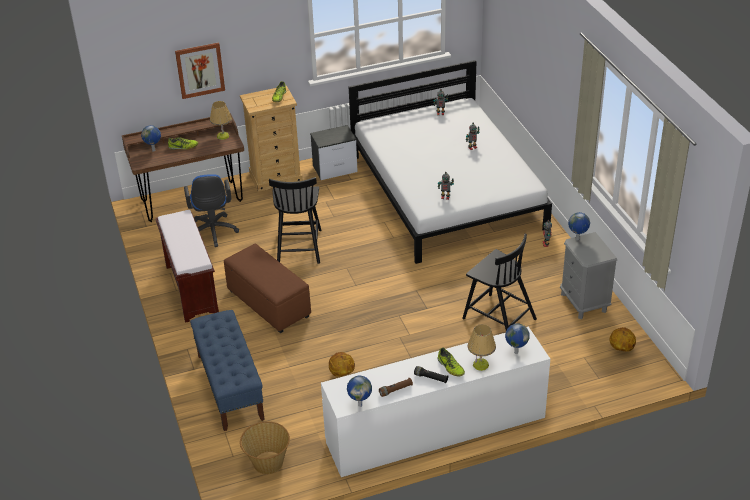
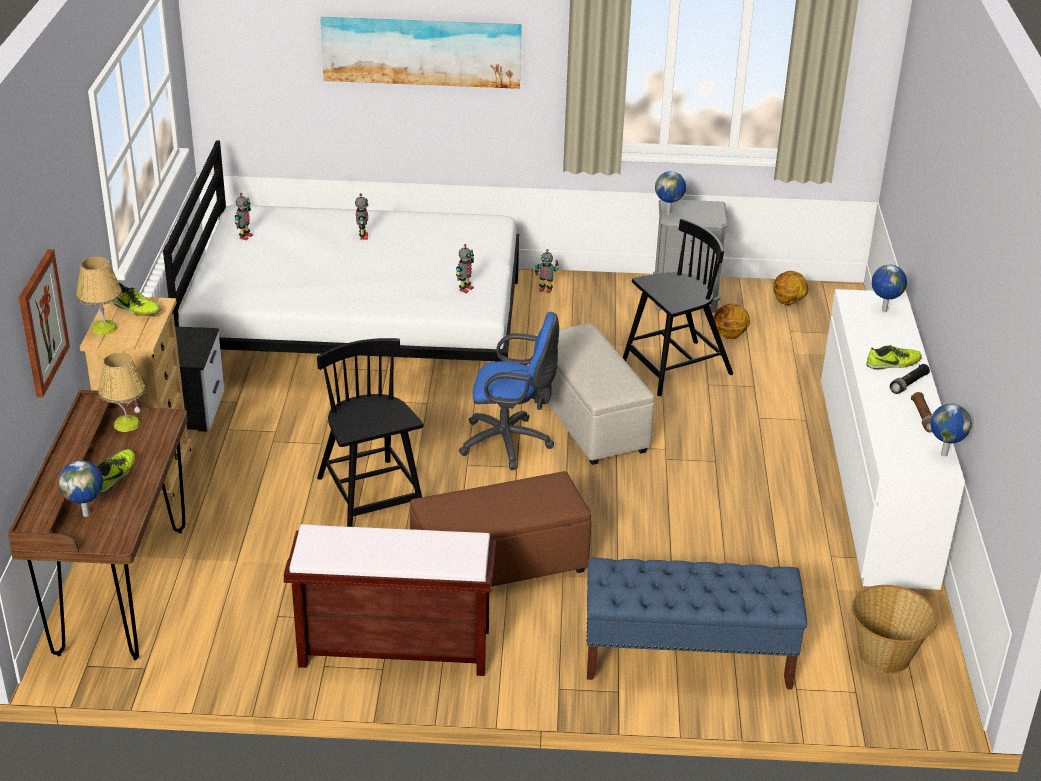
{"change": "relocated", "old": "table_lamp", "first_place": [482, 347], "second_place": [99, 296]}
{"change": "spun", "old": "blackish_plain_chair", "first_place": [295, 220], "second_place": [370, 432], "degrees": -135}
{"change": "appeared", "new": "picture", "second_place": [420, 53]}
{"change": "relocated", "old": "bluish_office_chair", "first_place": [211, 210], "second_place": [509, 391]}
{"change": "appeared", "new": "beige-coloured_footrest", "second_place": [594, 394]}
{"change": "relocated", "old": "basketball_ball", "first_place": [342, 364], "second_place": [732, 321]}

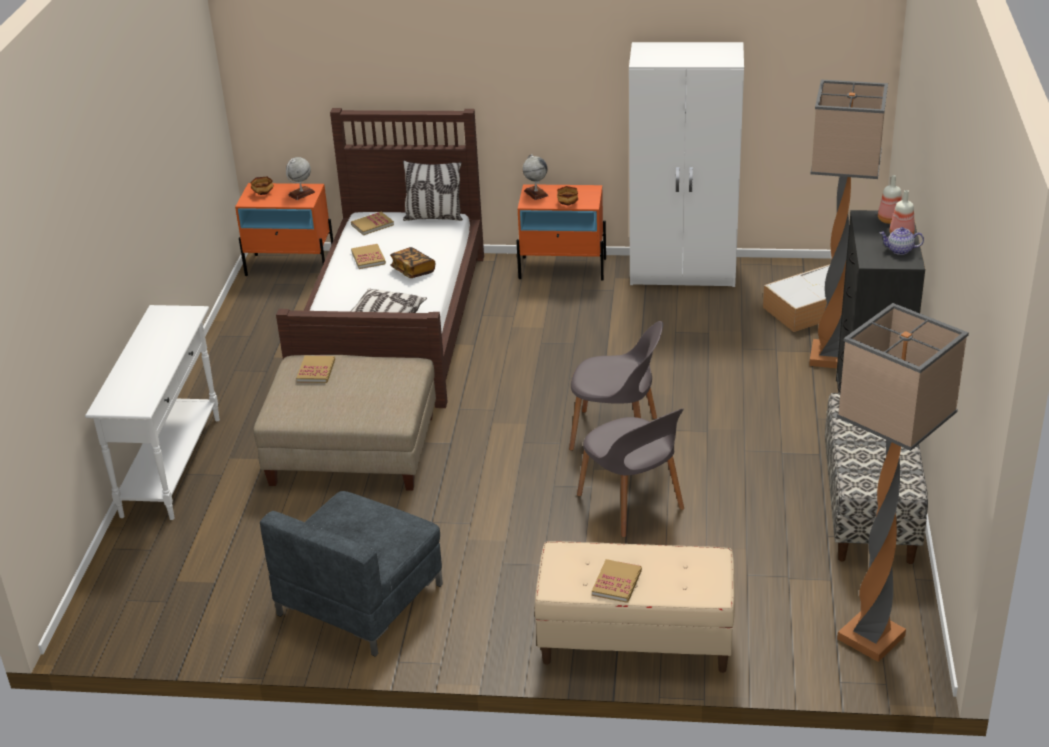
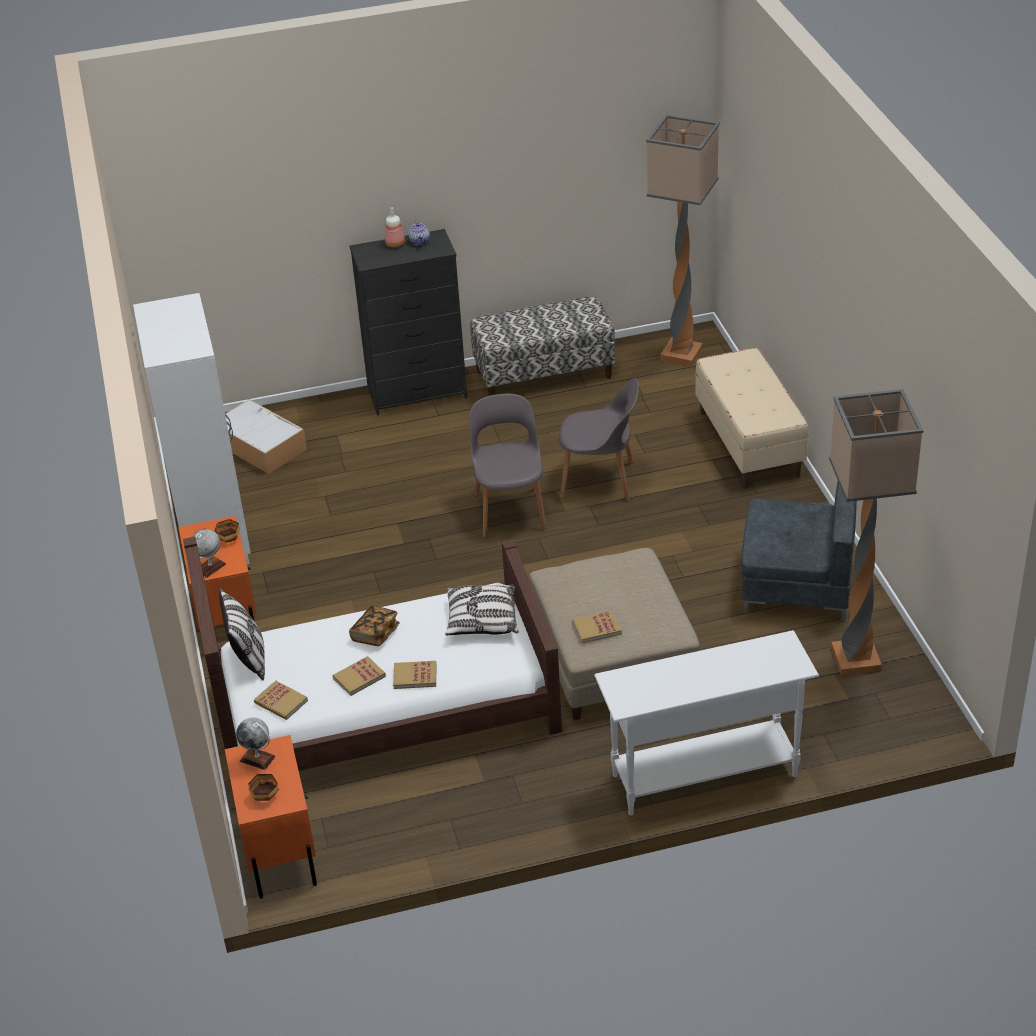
{"change": "relocated", "old": "volume", "first_place": [617, 581], "second_place": [414, 675]}
{"change": "spun", "old": "greyish_plain_chair", "first_place": [630, 472], "second_place": [599, 439], "degrees": 60}
{"change": "relocated", "old": "standing_lamp", "first_place": [848, 223], "second_place": [876, 532]}
{"change": "missing", "old": "bottle", "first_place": [890, 199]}

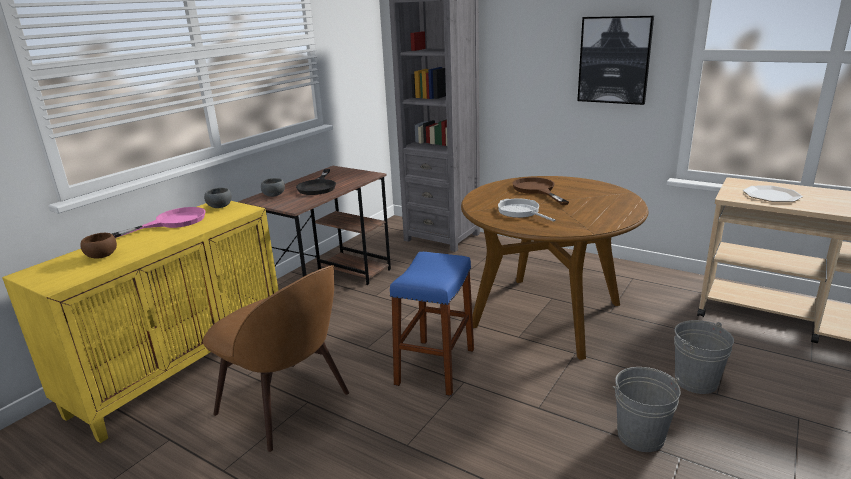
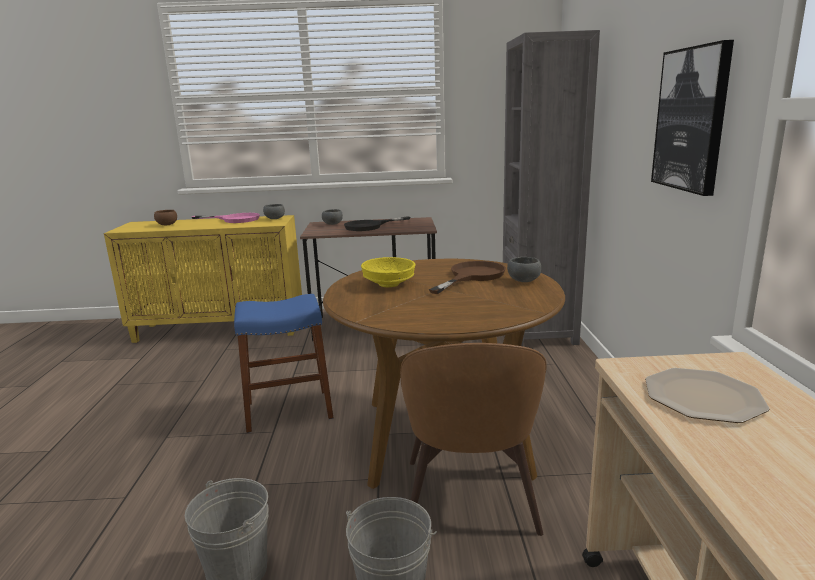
{"change": "exchanged", "old": "frying_pan", "new": "yellow_bowl", "first_place": [527, 210], "second_place": [388, 272]}
{"change": "relocated", "old": "brown-coloured_plain_chair", "first_place": [276, 358], "second_place": [473, 439]}
{"change": "appeared", "new": "greyish_bowl", "second_place": [524, 269]}

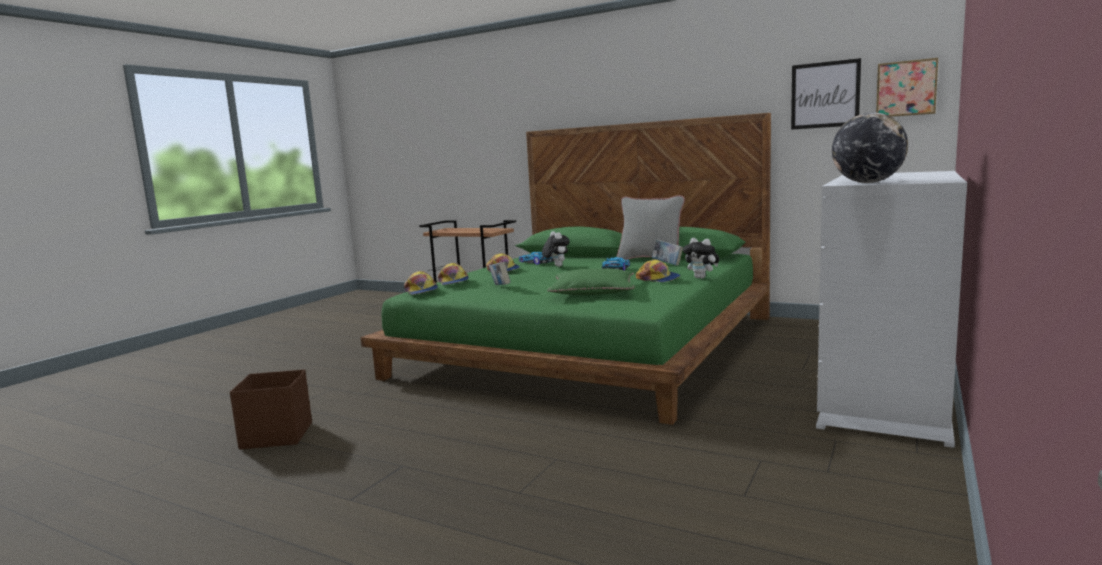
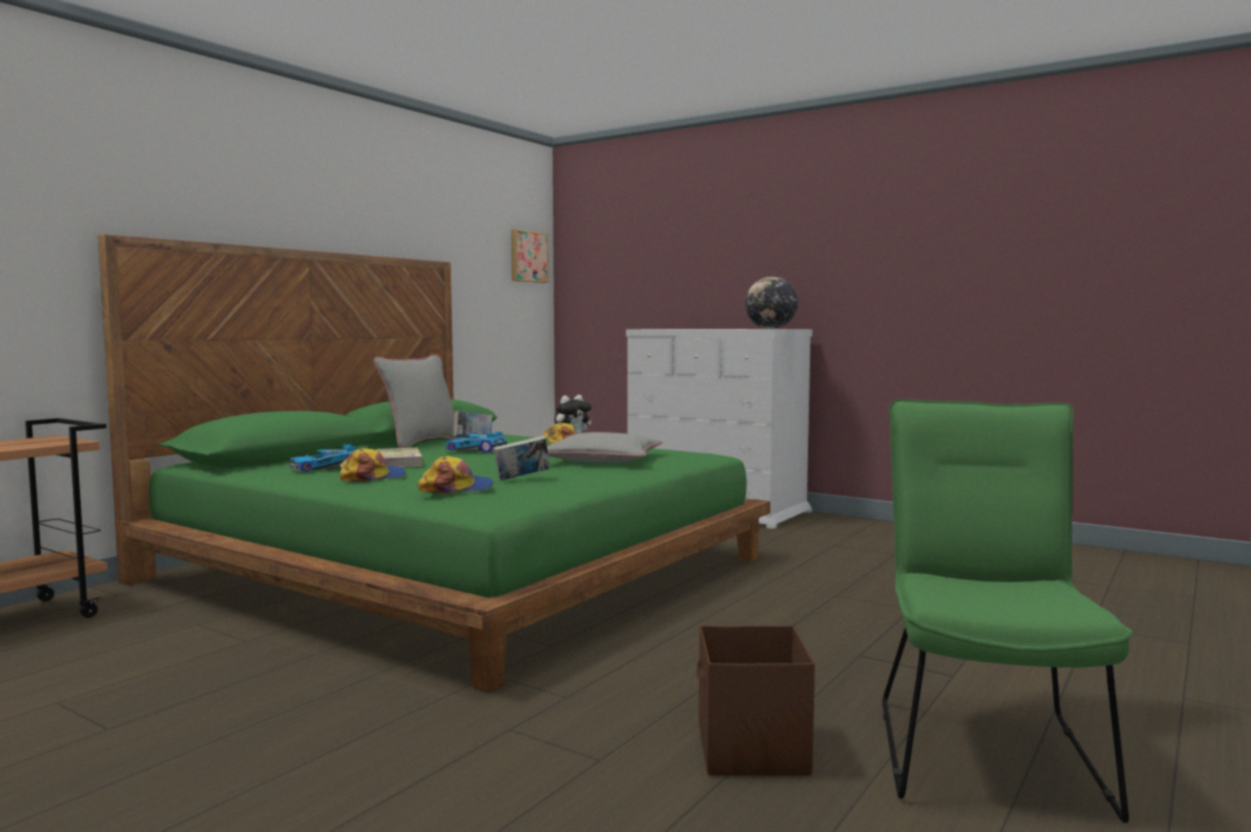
{"change": "exchanged", "old": "soft_toy", "new": "volume", "first_place": [556, 249], "second_place": [398, 457]}
{"change": "colour", "old": "greenish_cushion", "new": "greyish_cushion", "first_place": [591, 281], "second_place": [605, 447]}
{"change": "appeared", "new": "greenish_plain_chair", "second_place": [1007, 611]}
{"change": "missing", "old": "cap", "first_place": [421, 283]}
{"change": "missing", "old": "picture", "first_place": [826, 94]}

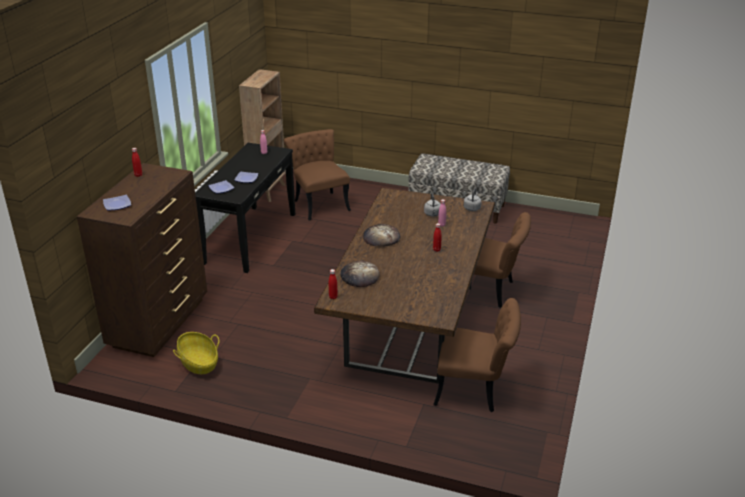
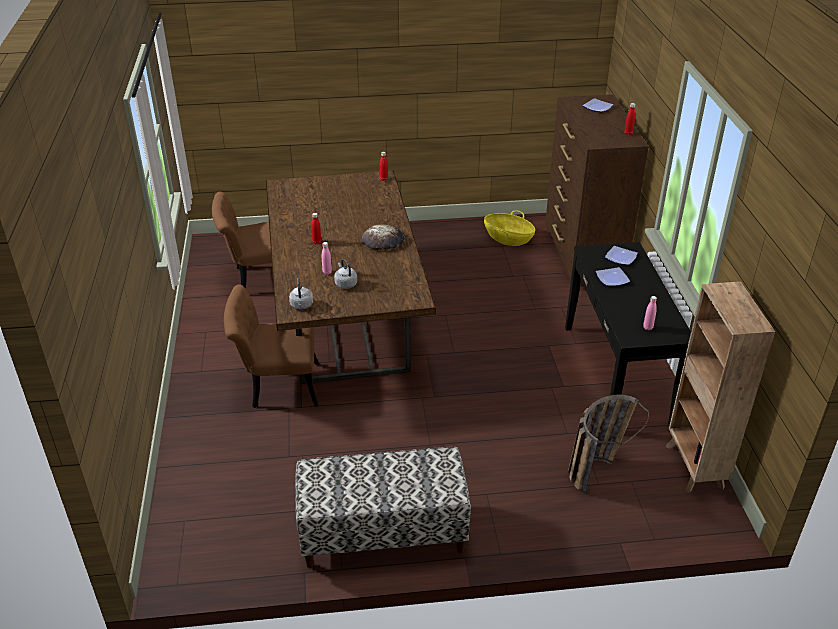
{"change": "exchanged", "old": "brown-coloured_plain_chair", "new": "household_basket", "first_place": [317, 174], "second_place": [608, 444]}
{"change": "missing", "old": "bakery_bread", "first_place": [359, 274]}

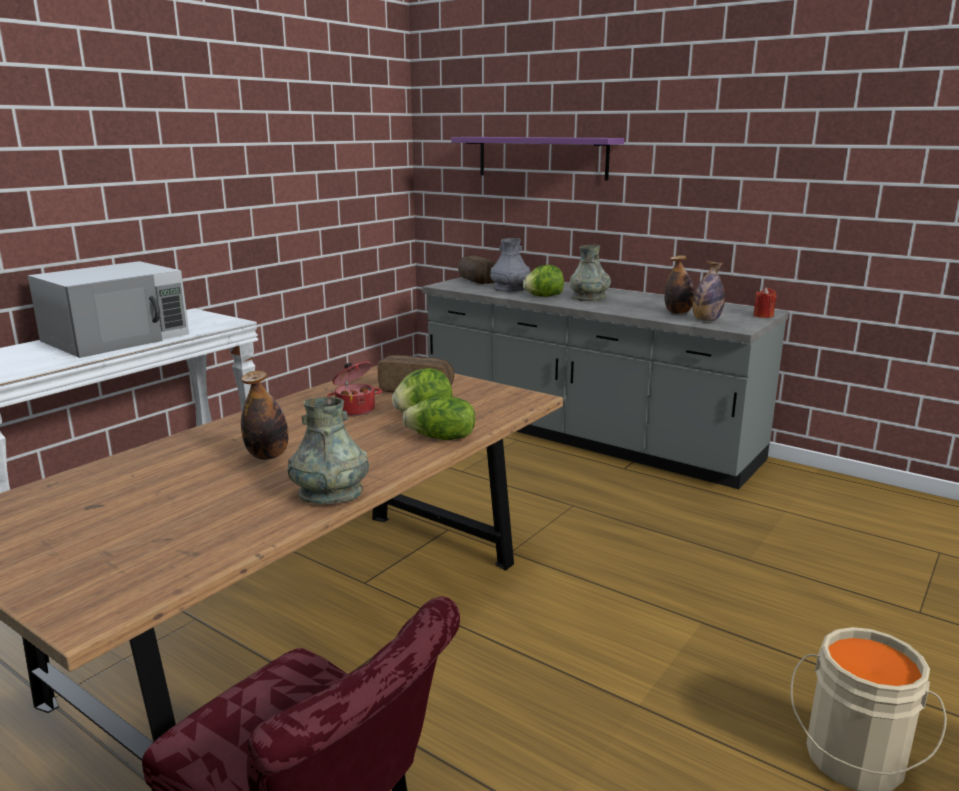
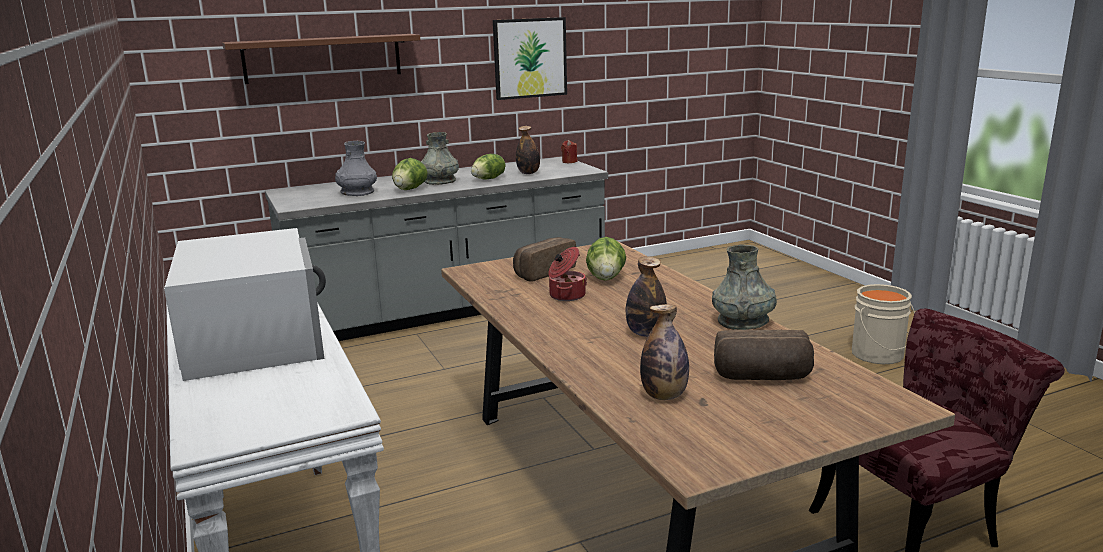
{"change": "colour", "old": "purplish_bracket_shelf", "new": "brown-coloured_bracket_shelf", "first_place": [537, 159], "second_place": [321, 59]}
{"change": "relocated", "old": "lettuce_head", "first_place": [439, 418], "second_place": [488, 167]}
{"change": "appeared", "new": "picture", "second_place": [530, 58]}
{"change": "relocated", "old": "bottle", "first_place": [709, 291], "second_place": [664, 352]}
{"change": "relocated", "old": "bakery_bread", "first_place": [477, 270], "second_place": [764, 355]}

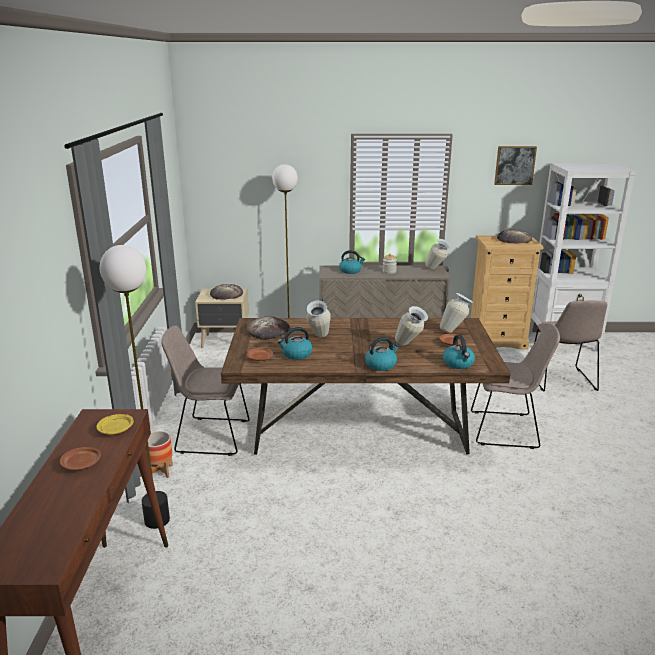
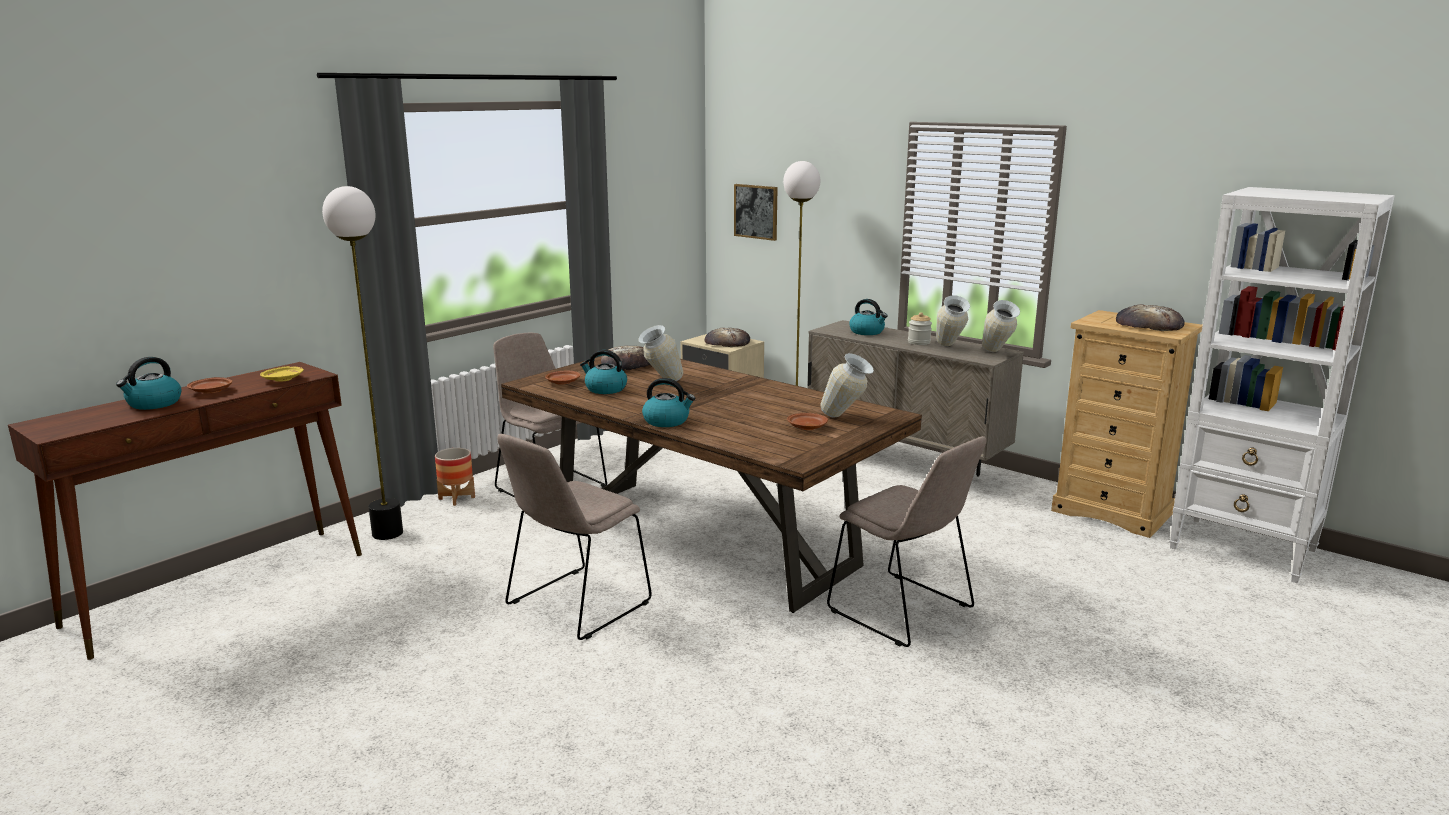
{"change": "relocated", "old": "tea_kettle", "first_place": [459, 352], "second_place": [149, 383]}
{"change": "relocated", "old": "beige-coloured_plain_chair", "first_place": [570, 346], "second_place": [574, 537]}
{"change": "relocated", "old": "picture", "first_place": [515, 165], "second_place": [756, 212]}
{"change": "relocated", "old": "flower_vase", "first_place": [411, 325], "second_place": [953, 321]}

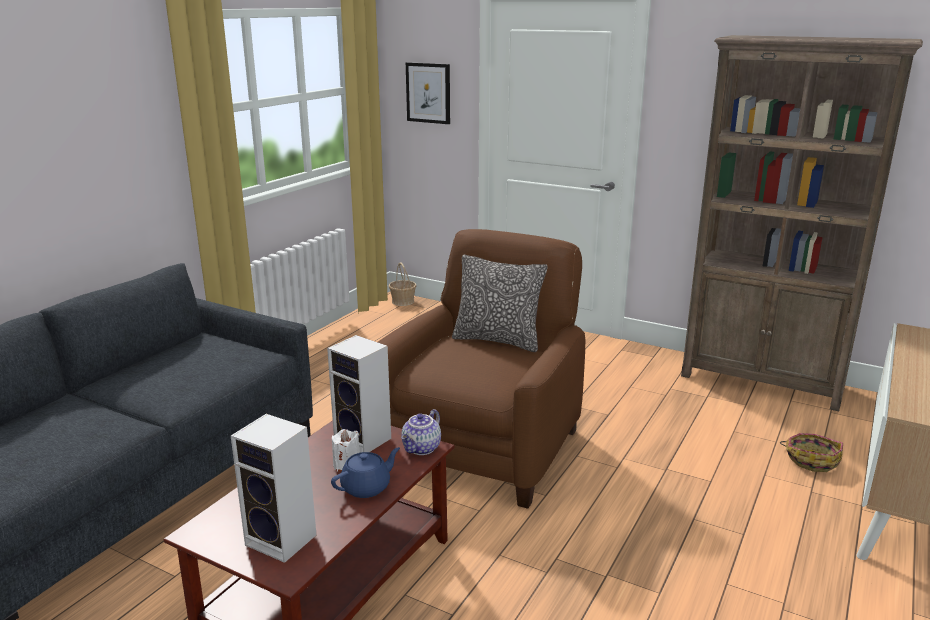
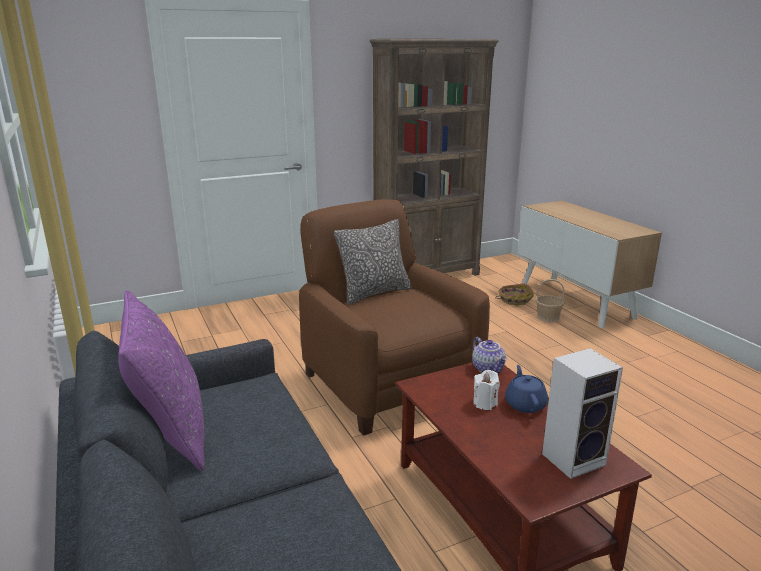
{"change": "appeared", "new": "purplish_cushion", "second_place": [161, 380]}
{"change": "relocated", "old": "household_basket", "first_place": [402, 284], "second_place": [550, 300]}
{"change": "missing", "old": "speaker", "first_place": [359, 394]}
{"change": "missing", "old": "picture", "first_place": [428, 93]}

